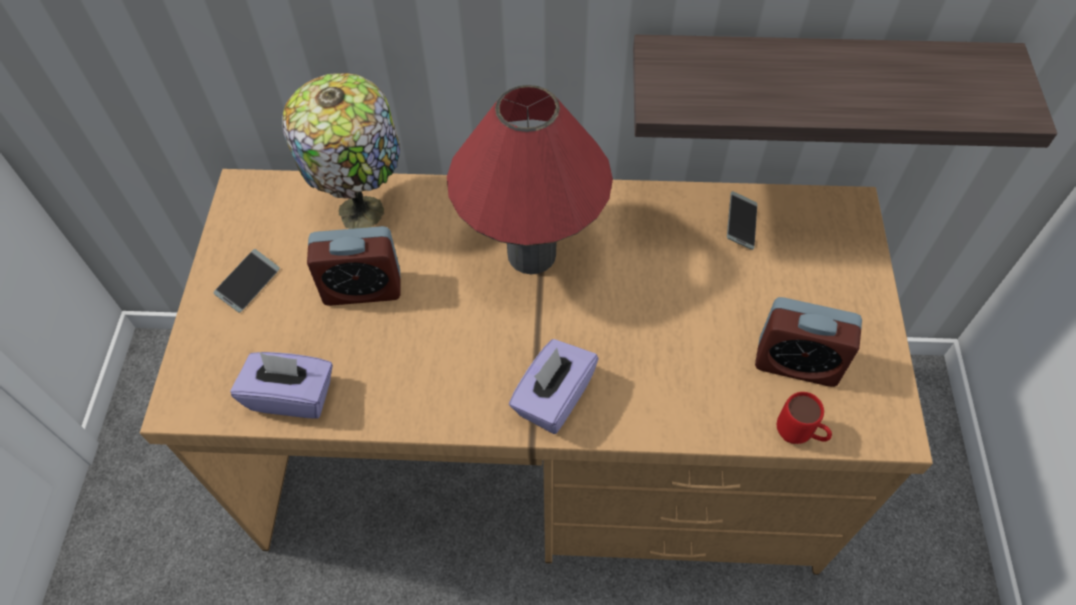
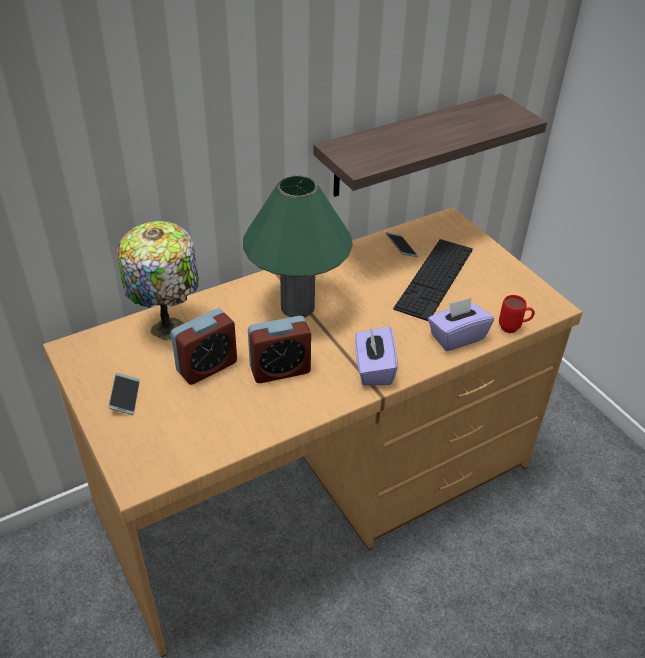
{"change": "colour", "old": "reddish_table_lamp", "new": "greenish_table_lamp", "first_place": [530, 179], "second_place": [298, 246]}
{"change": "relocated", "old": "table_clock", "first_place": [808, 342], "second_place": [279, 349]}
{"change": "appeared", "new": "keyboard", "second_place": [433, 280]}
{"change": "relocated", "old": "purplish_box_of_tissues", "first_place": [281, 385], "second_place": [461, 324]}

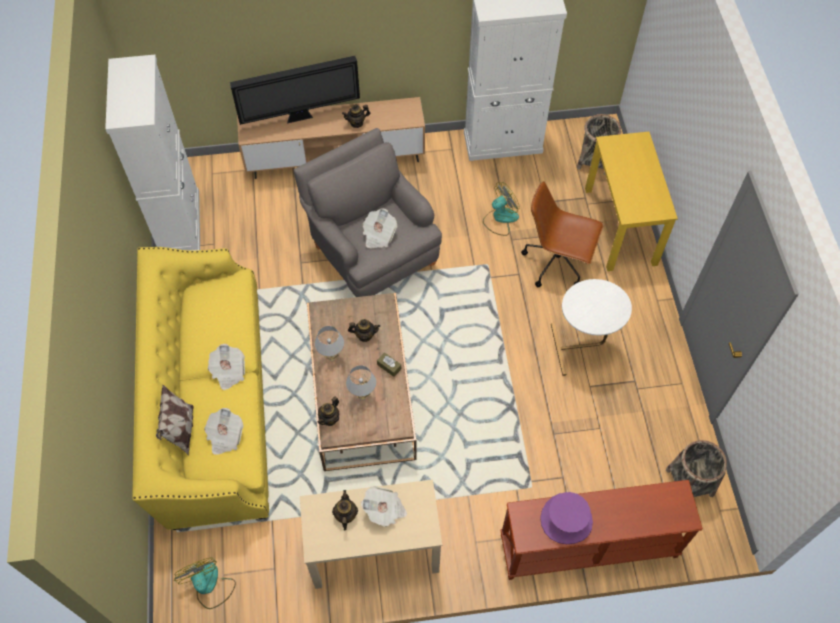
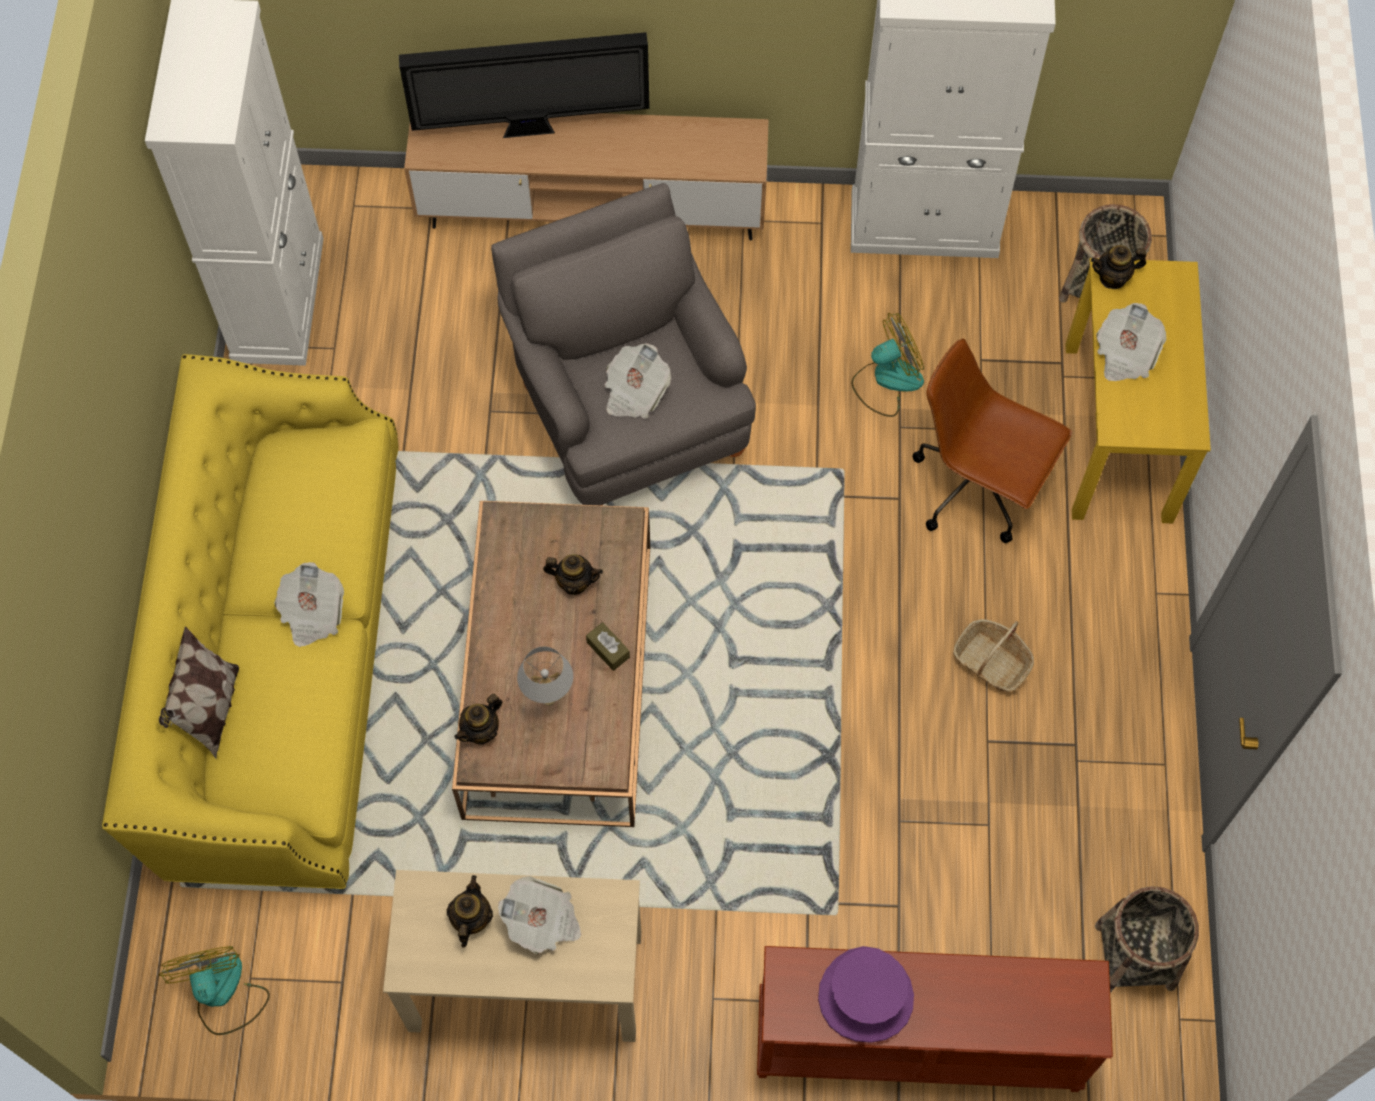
{"change": "exchanged", "old": "white_end_table", "new": "household_basket", "first_place": [591, 327], "second_place": [993, 655]}
{"change": "relocated", "old": "pot_for_tea", "first_place": [356, 116], "second_place": [1118, 267]}
{"change": "relocated", "old": "newspaper", "first_place": [224, 431], "second_place": [1131, 342]}
{"change": "missing", "old": "white_table_lamp", "first_place": [329, 343]}

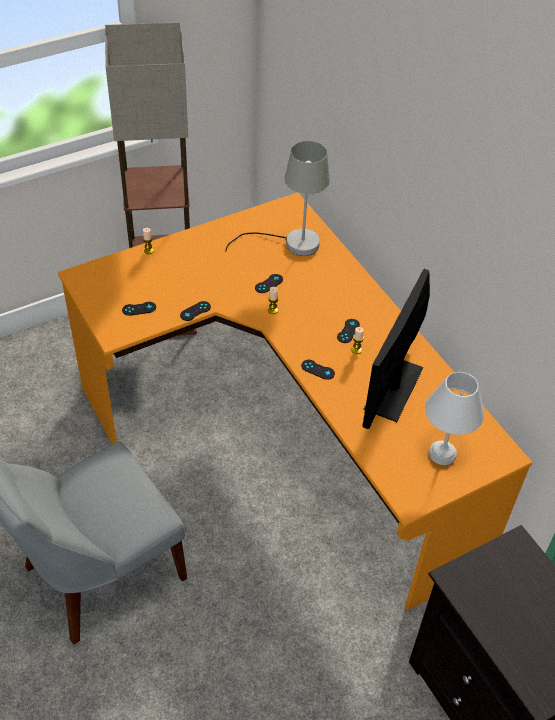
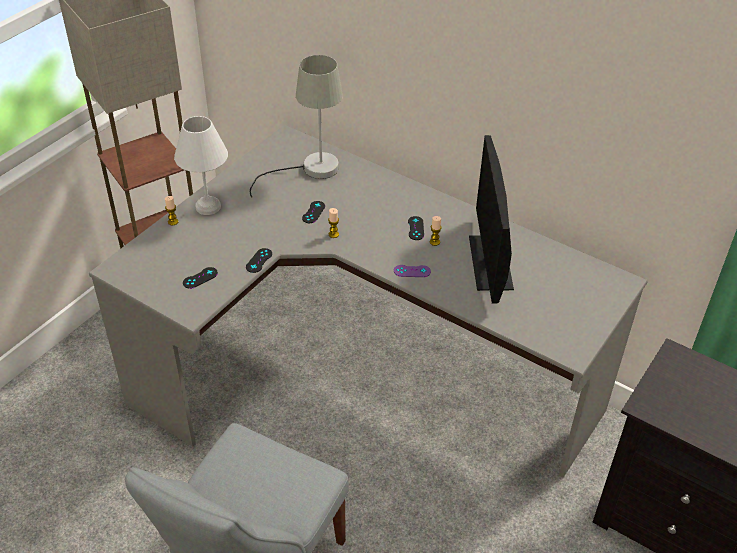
{"change": "colour", "old": "orange_desk", "new": "greyish_desk", "first_place": [295, 401], "second_place": [368, 301]}
{"change": "relocated", "old": "white_table_lamp", "first_place": [454, 418], "second_place": [201, 165]}
{"change": "colour", "old": "blackish_joypad", "new": "purplish_joypad", "first_place": [318, 370], "second_place": [412, 271]}

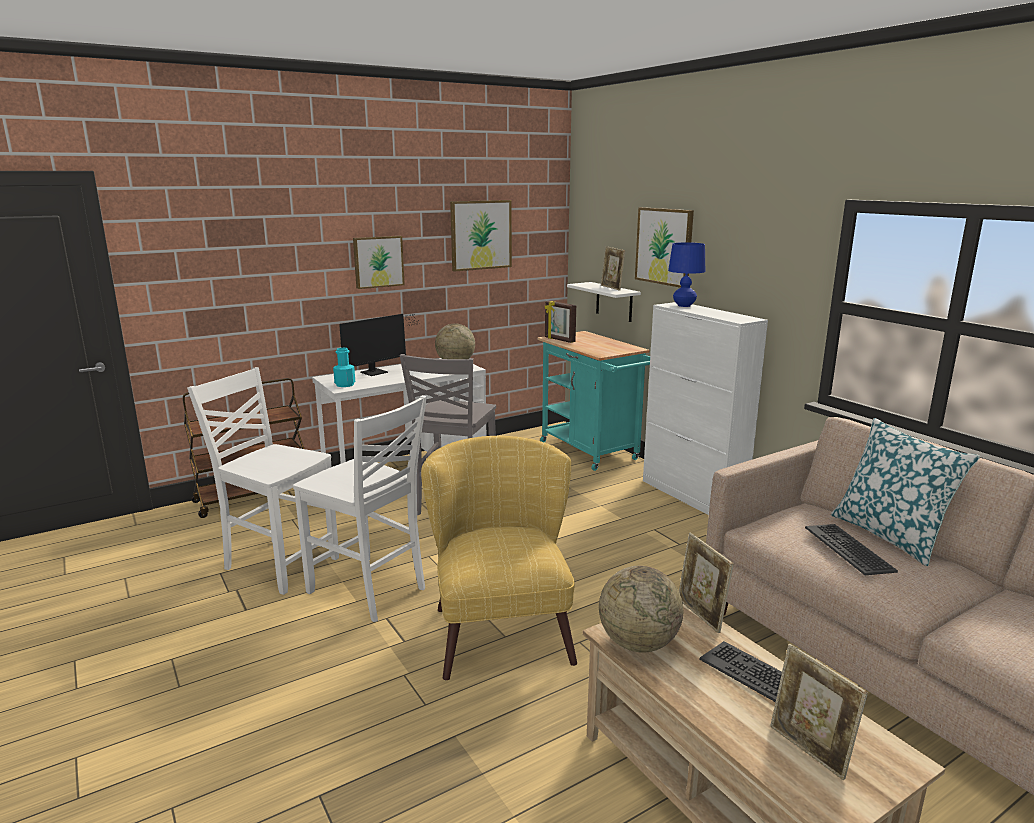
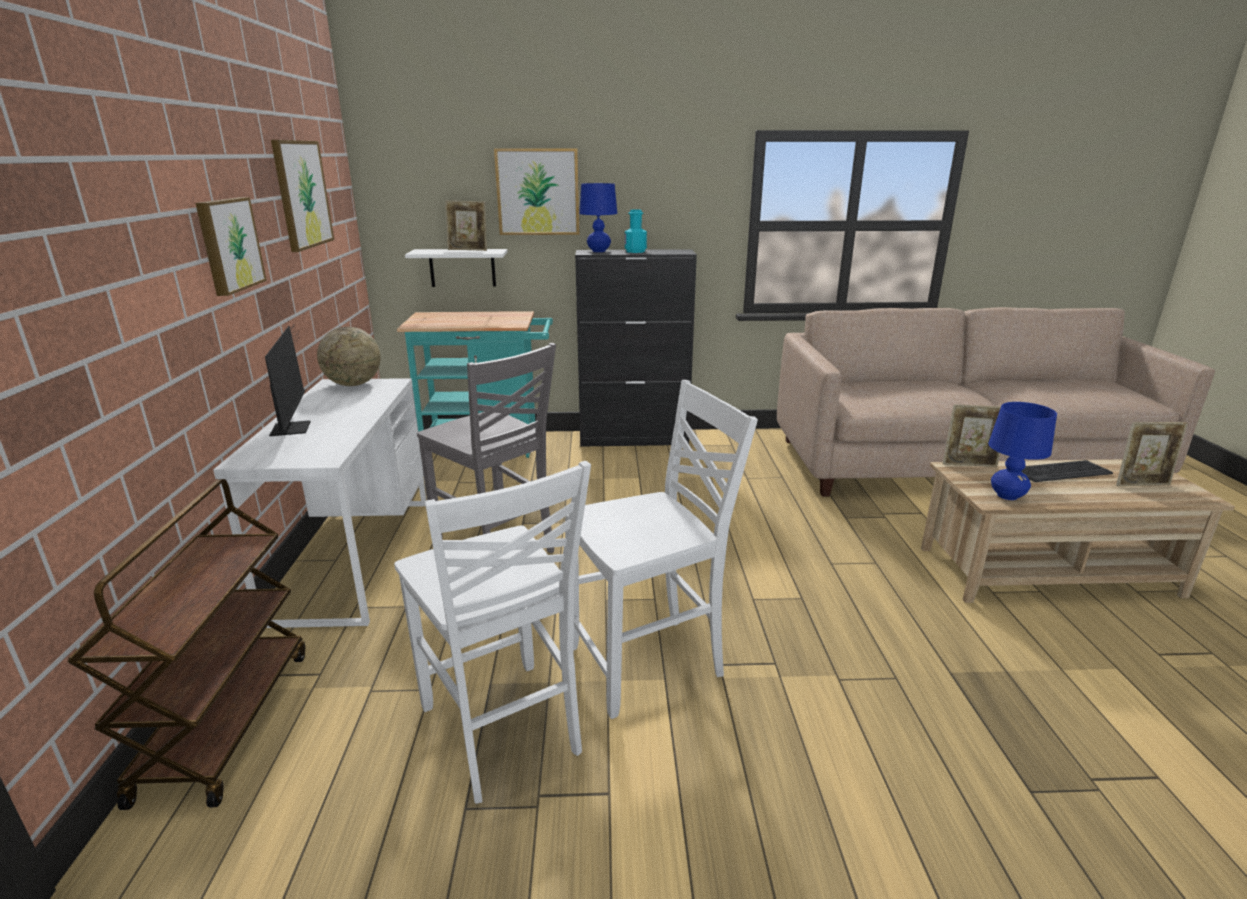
{"change": "spun", "old": "white_plain_chair", "first_place": [263, 481], "second_place": [492, 632], "degrees": -90}
{"change": "colour", "old": "white_storage_cabinet", "new": "blackish_storage_cabinet", "first_place": [705, 408], "second_place": [636, 348]}
{"change": "relocated", "old": "blue-green_bottle", "first_place": [344, 367], "second_place": [636, 231]}
{"change": "exchanged", "old": "globe", "new": "bluish_table_lamp", "first_place": [641, 609], "second_place": [1022, 451]}
{"change": "missing", "old": "yellow_armchair", "first_place": [499, 558]}
{"change": "missing", "old": "photo_frame", "first_place": [560, 322]}
{"change": "missing", "old": "keyboard", "first_place": [851, 549]}
{"change": "missing", "old": "cushion", "first_place": [905, 492]}

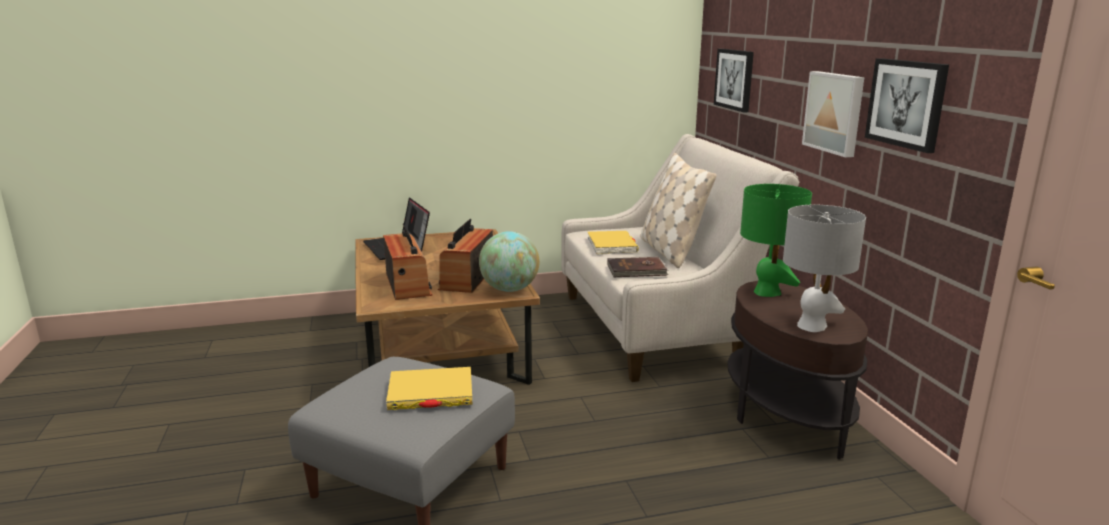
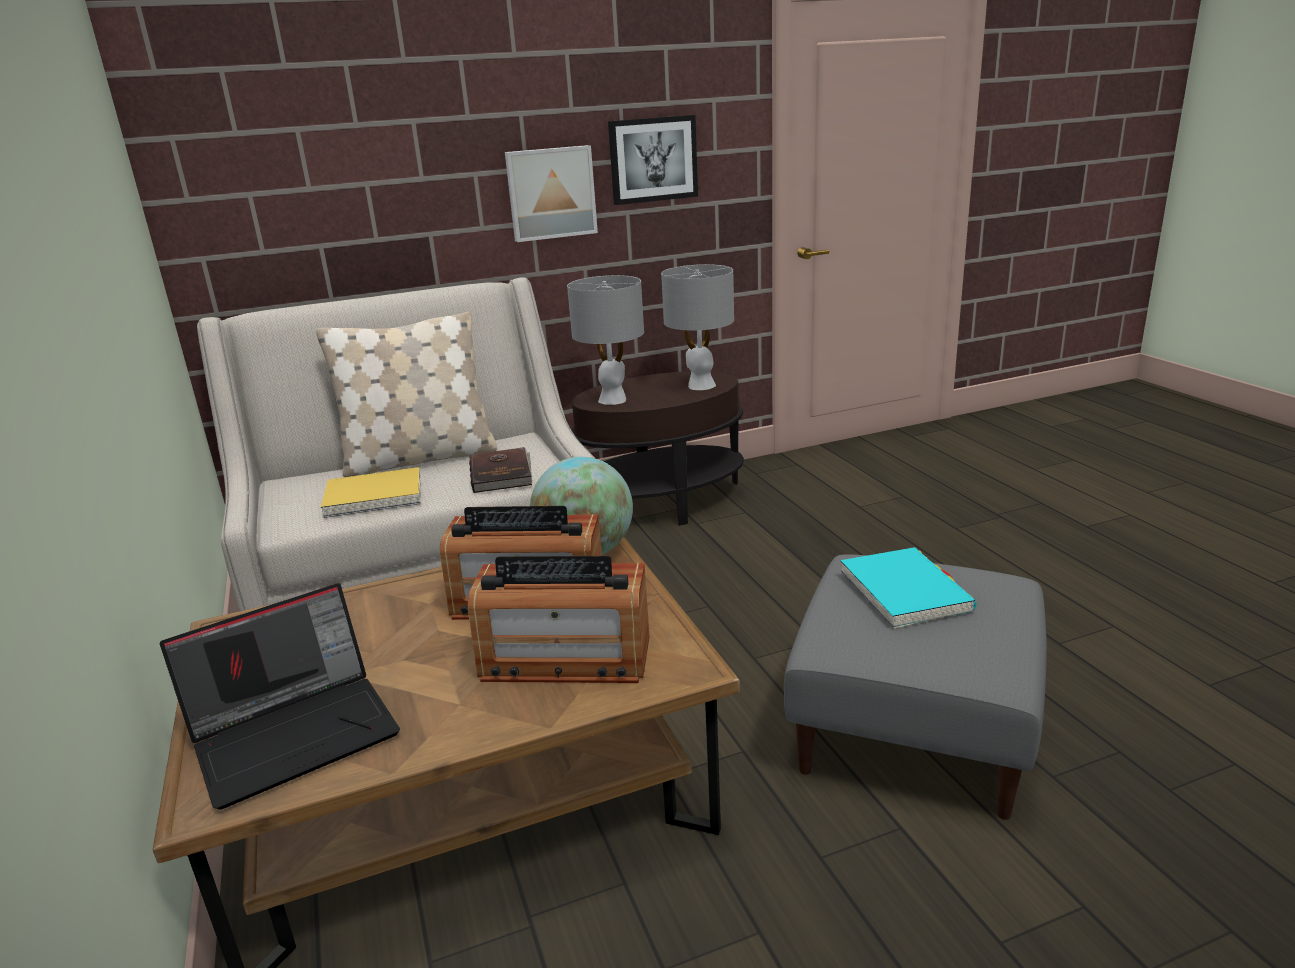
{"change": "spun", "old": "radio", "first_place": [407, 261], "second_place": [558, 619], "degrees": -150}
{"change": "colour", "old": "greenish_table_lamp", "new": "greyish_table_lamp", "first_place": [776, 240], "second_place": [605, 340]}
{"change": "colour", "old": "yellow_volume", "new": "blue-green_volume", "first_place": [429, 388], "second_place": [908, 588]}
{"change": "missing", "old": "picture", "first_place": [734, 80]}

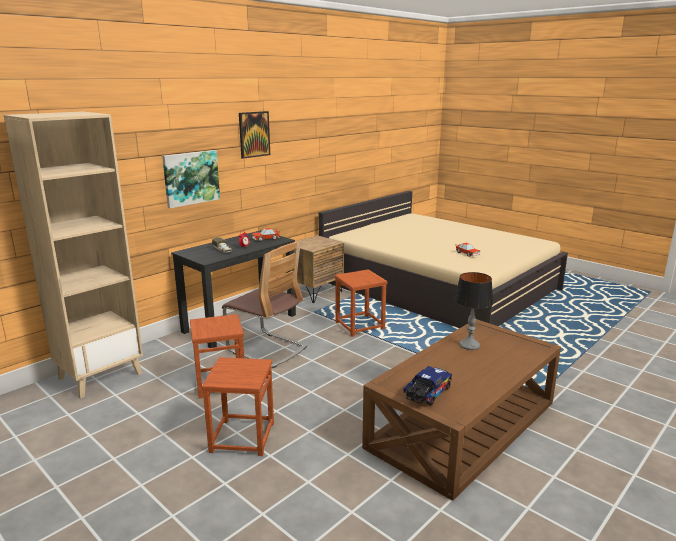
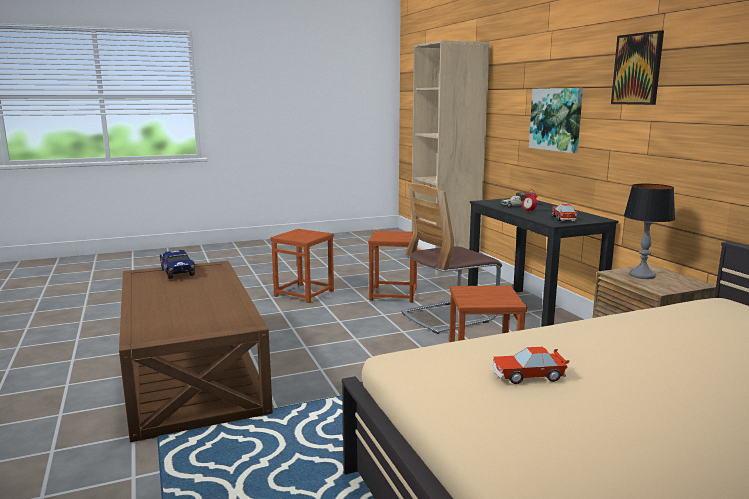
{"change": "relocated", "old": "table_lamp", "first_place": [473, 311], "second_place": [649, 231]}

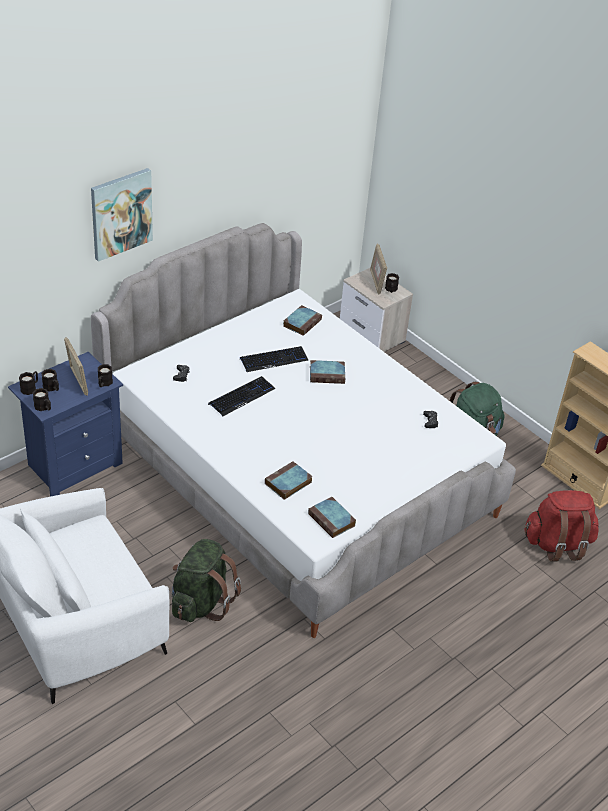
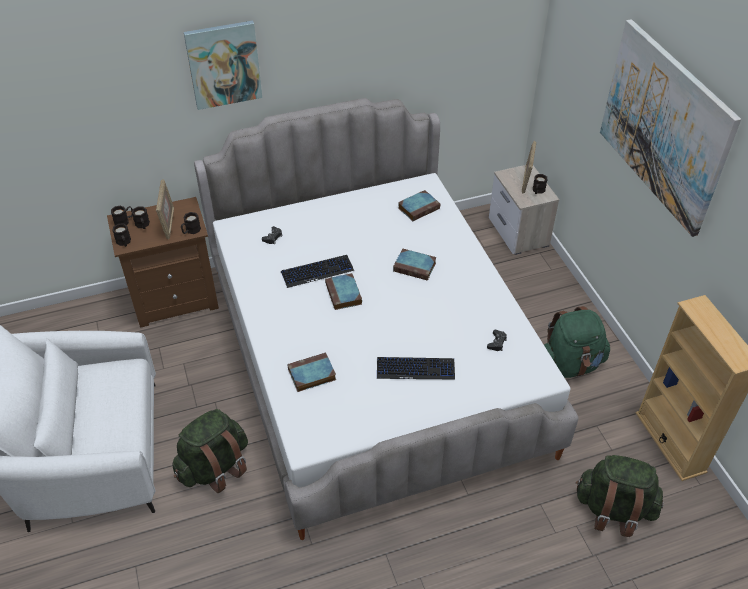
{"change": "colour", "old": "bluish_nightstand", "new": "brown-coloured_nightstand", "first_place": [65, 424], "second_place": [163, 262]}
{"change": "relocated", "old": "volume", "first_place": [332, 517], "second_place": [343, 291]}
{"change": "relocated", "old": "keyboard", "first_place": [274, 359], "second_place": [416, 368]}
{"change": "colour", "old": "reddish_backpack", "new": "greenish_backpack", "first_place": [562, 526], "second_place": [619, 496]}
{"change": "appeared", "new": "picture", "second_place": [670, 128]}

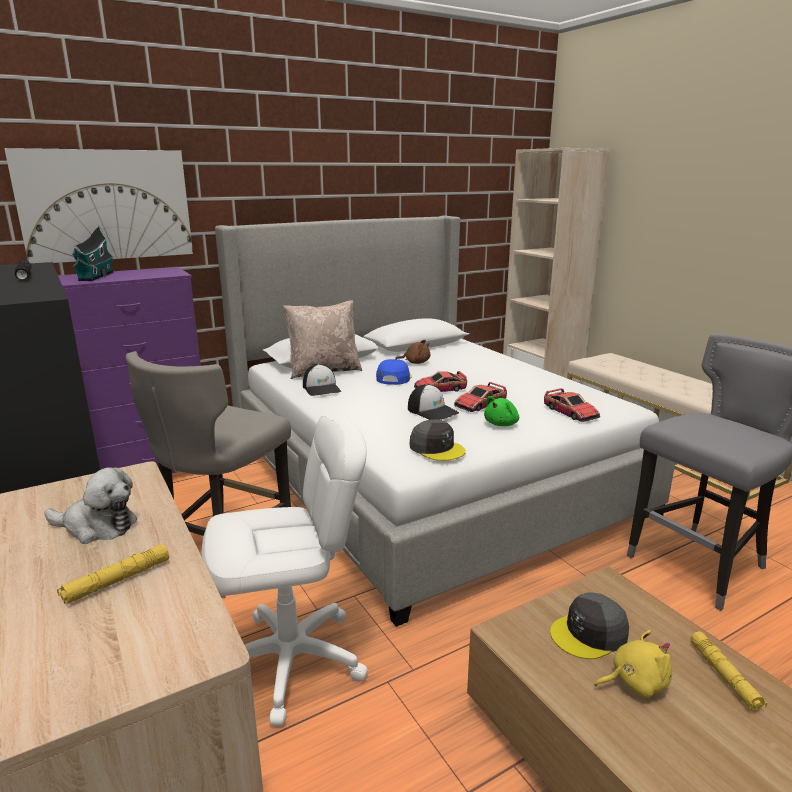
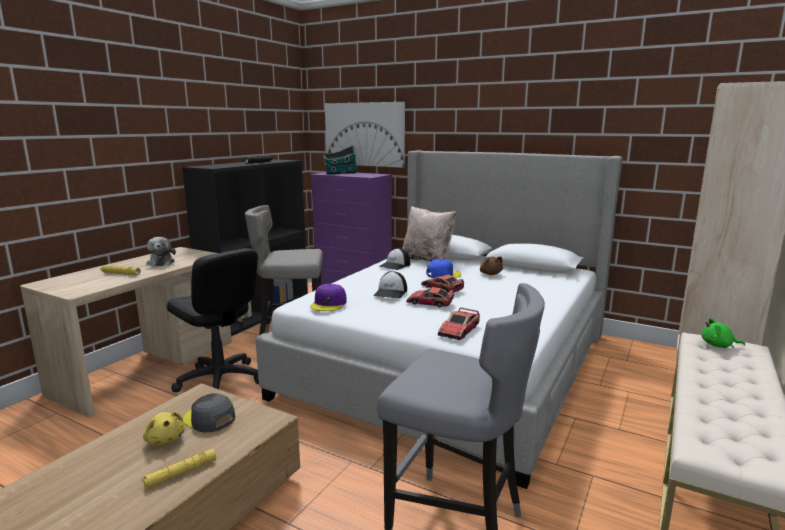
{"change": "colour", "old": "white_office_chair", "new": "blackish_office_chair", "first_place": [284, 570], "second_place": [213, 320]}
{"change": "colour", "old": "greyish_cap", "new": "purplish_cap", "first_place": [437, 440], "second_place": [328, 297]}
{"change": "relocated", "old": "greenish_soft_toy", "first_place": [501, 411], "second_place": [723, 333]}

